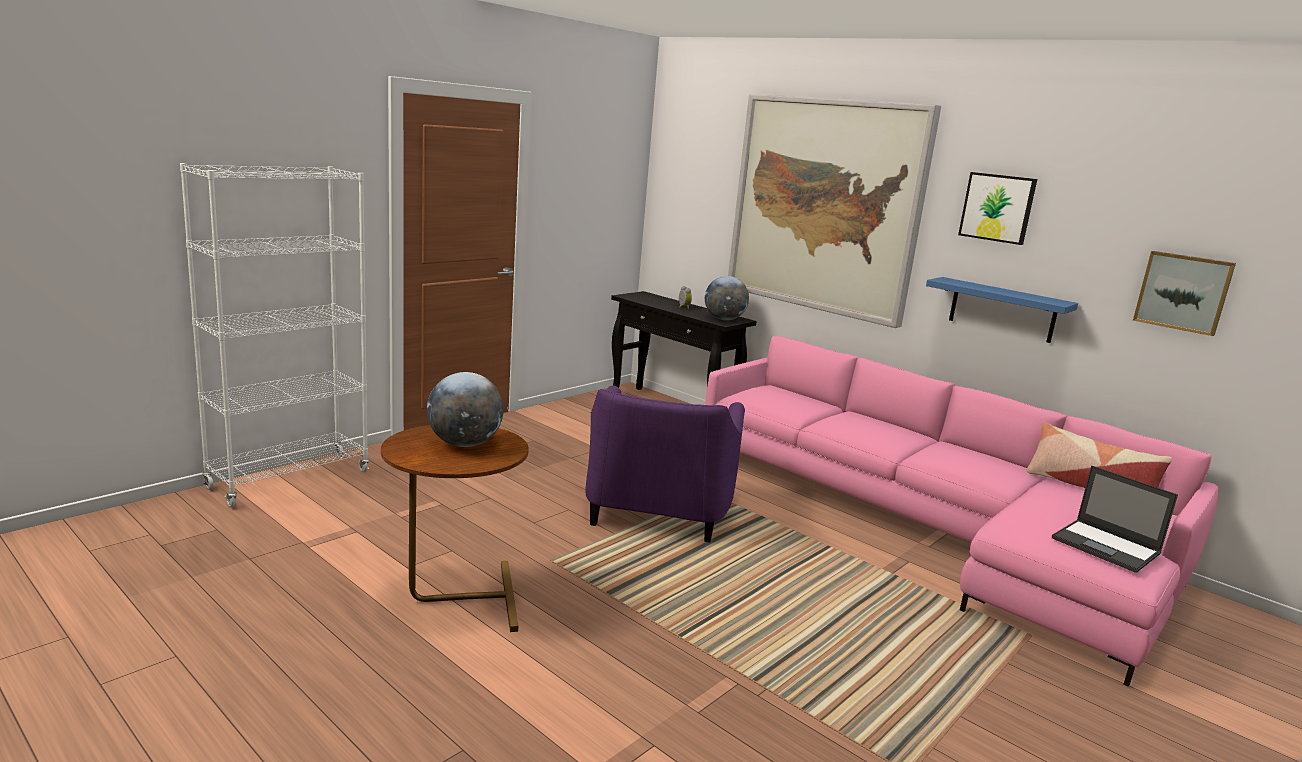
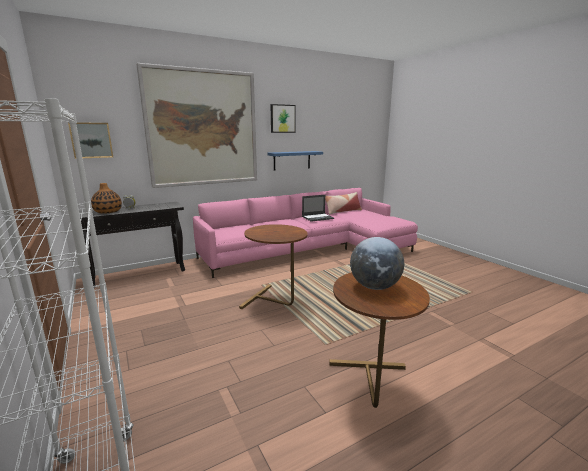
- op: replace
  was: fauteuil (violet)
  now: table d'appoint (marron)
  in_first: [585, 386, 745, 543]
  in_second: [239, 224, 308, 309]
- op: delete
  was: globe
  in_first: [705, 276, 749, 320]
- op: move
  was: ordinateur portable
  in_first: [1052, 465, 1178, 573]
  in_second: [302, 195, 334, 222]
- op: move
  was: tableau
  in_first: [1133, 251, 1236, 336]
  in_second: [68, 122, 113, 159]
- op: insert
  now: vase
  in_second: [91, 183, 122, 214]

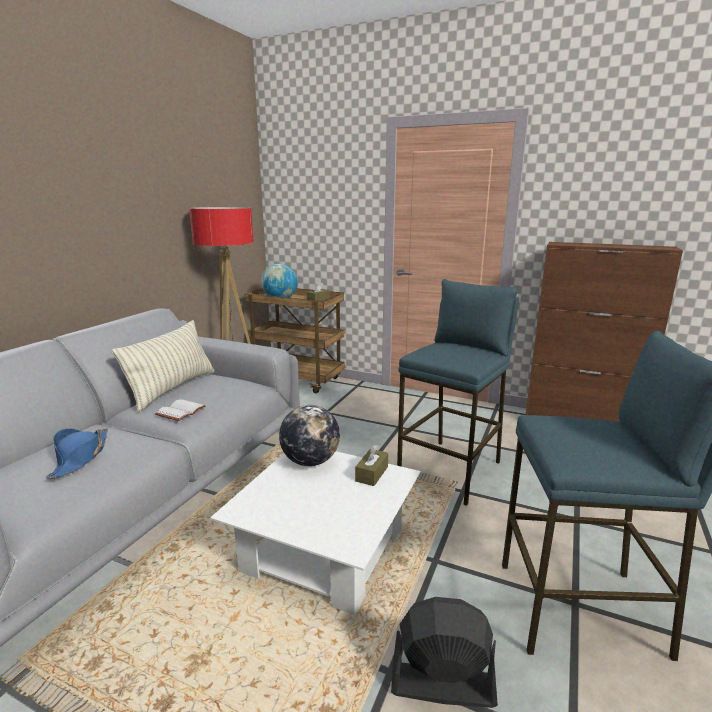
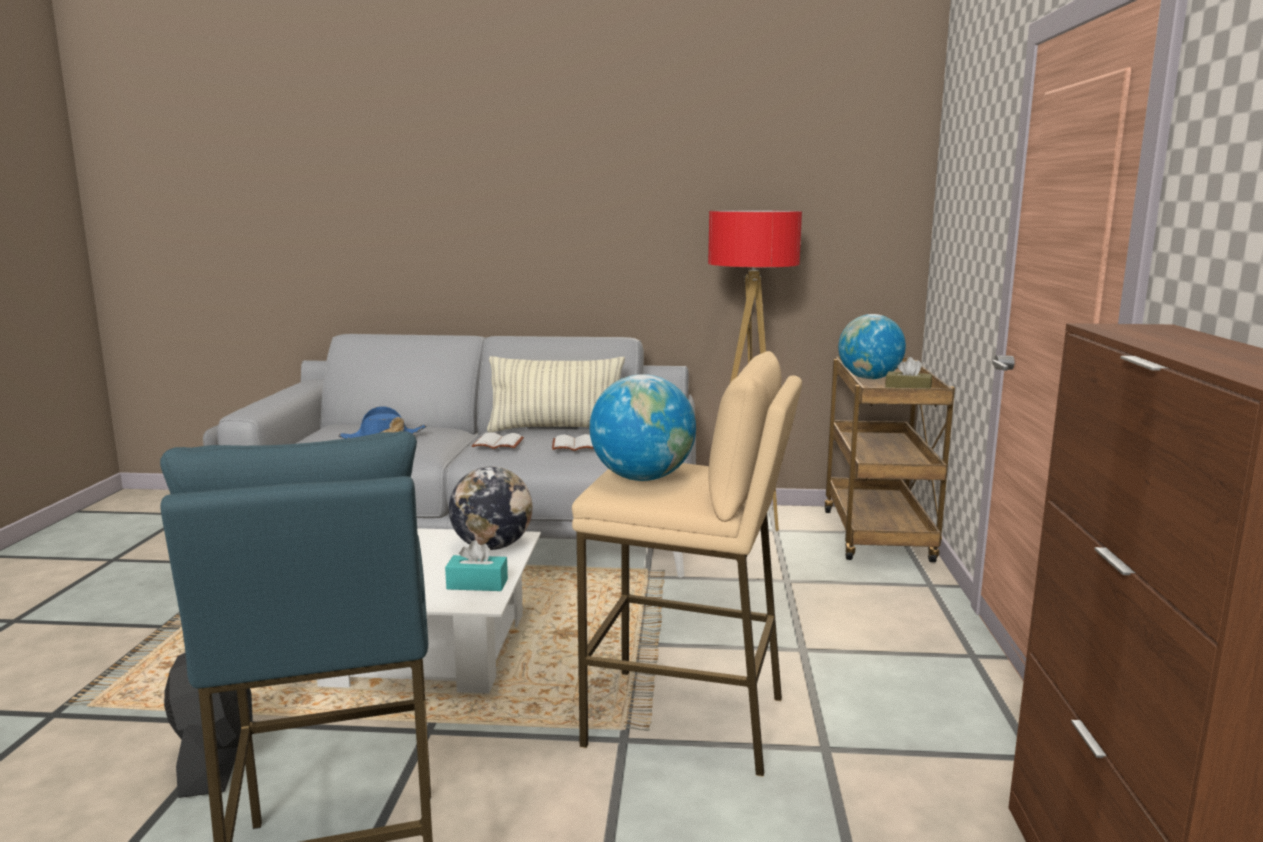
- op: recolor
  was: boîte à mouchoirs (marron)
  now: boîte à mouchoirs (turquoise)
  in_first: [355, 444, 388, 486]
  in_second: [445, 540, 508, 591]
- op: recolor
  was: tabouret (bleu)
  now: tabouret (beige)
  in_first: [397, 279, 519, 506]
  in_second: [572, 351, 802, 777]
- op: insert
  now: livre (blanc)
  in_second: [552, 434, 594, 451]
- op: insert
  now: globe
  in_second: [590, 374, 696, 481]

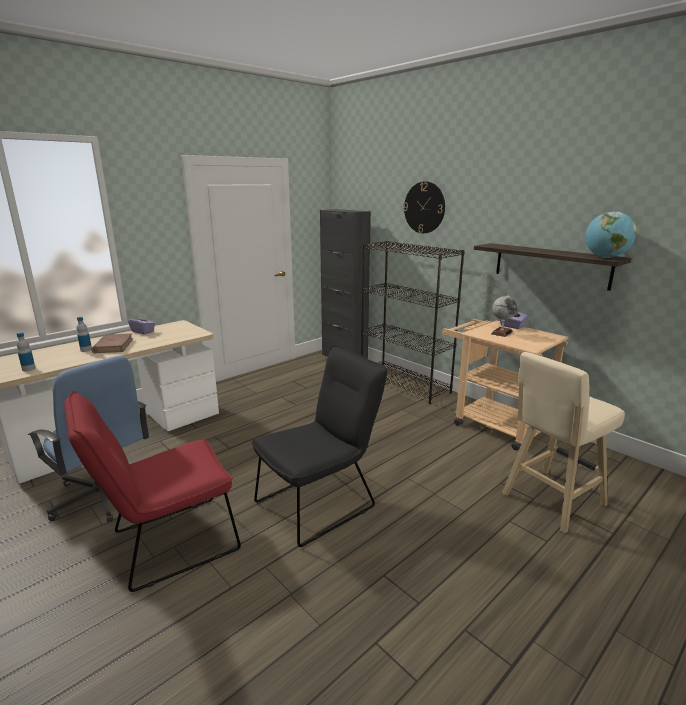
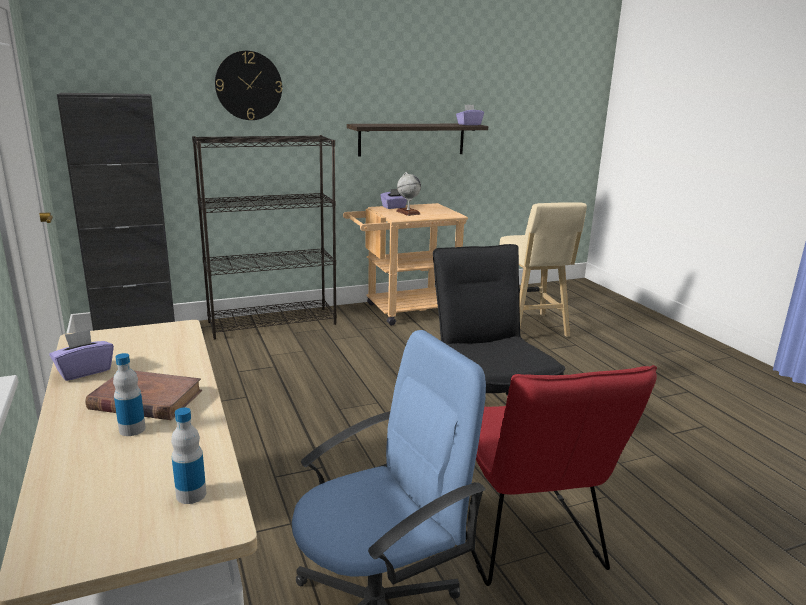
- op: replace
  was: globe
  now: boîte à mouchoirs (violet)
  in_first: [585, 212, 637, 258]
  in_second: [456, 105, 484, 125]

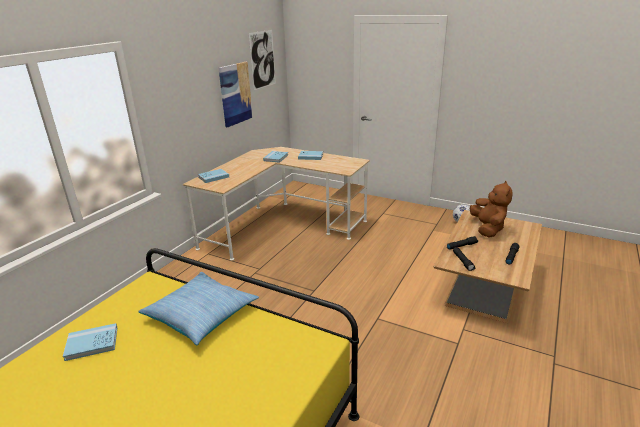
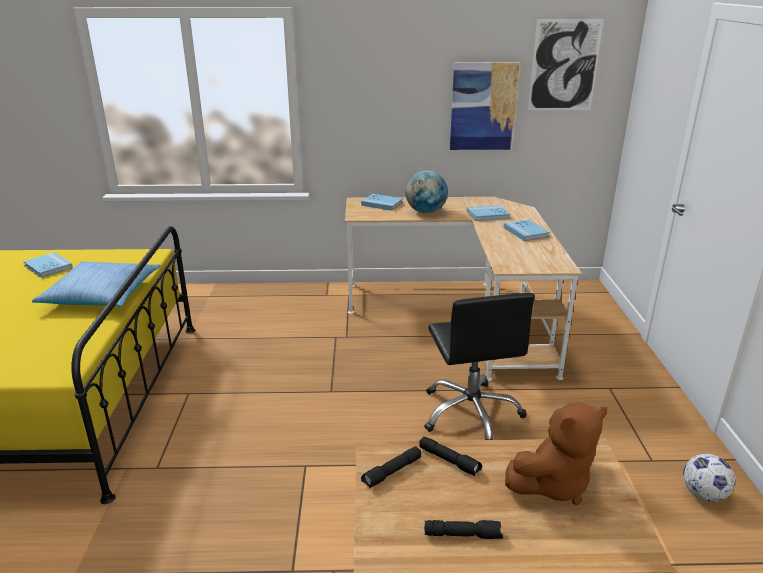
- op: insert
  now: globe
  in_second: [405, 170, 448, 213]
- op: insert
  now: chaise de bureau (noir)
  in_second: [424, 293, 535, 440]

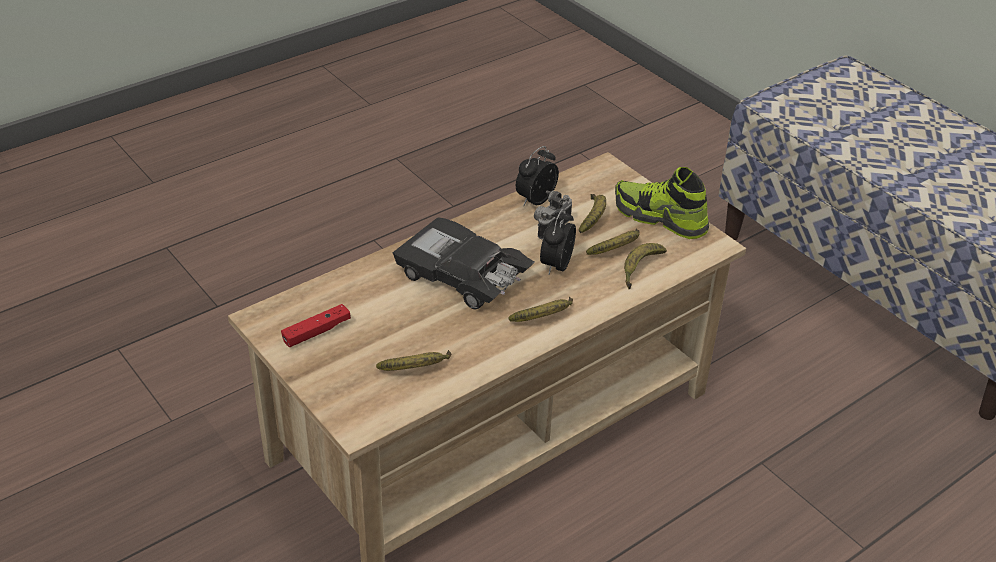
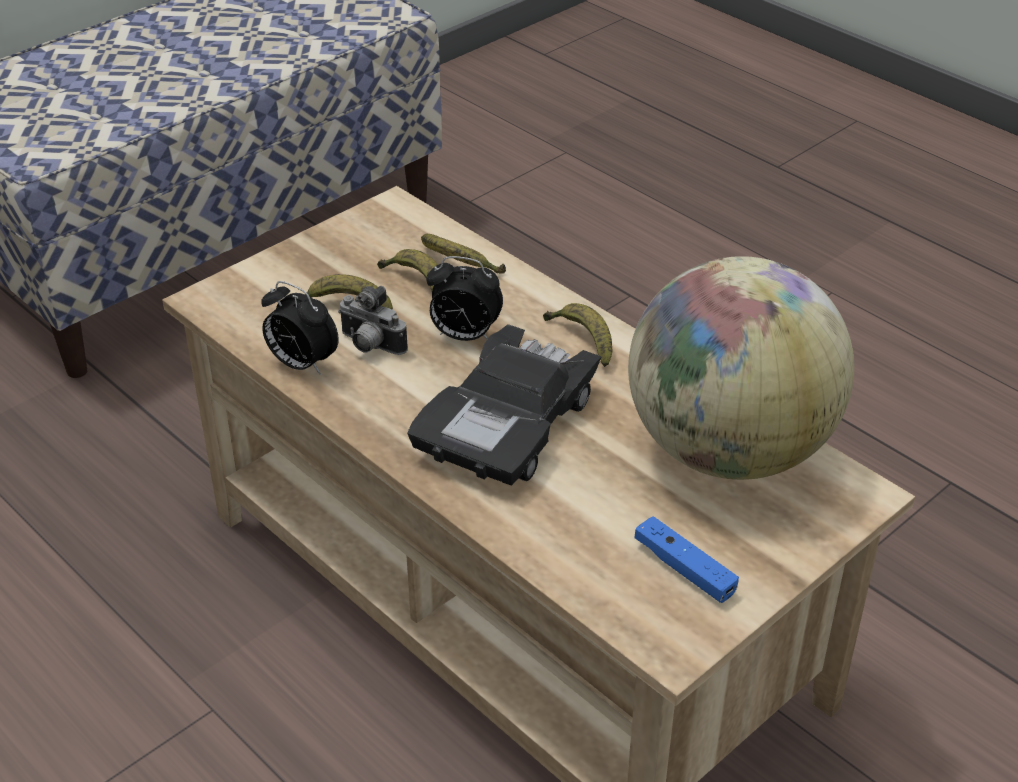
- op: recolor
  was: manette (rouge)
  now: manette (bleu)
  in_first: [281, 304, 351, 347]
  in_second: [634, 516, 739, 603]
- op: replace
  was: banane
  now: globe
  in_first: [376, 350, 452, 371]
  in_second: [628, 256, 854, 480]
- op: delete
  was: chaussure
  in_first: [615, 167, 709, 239]

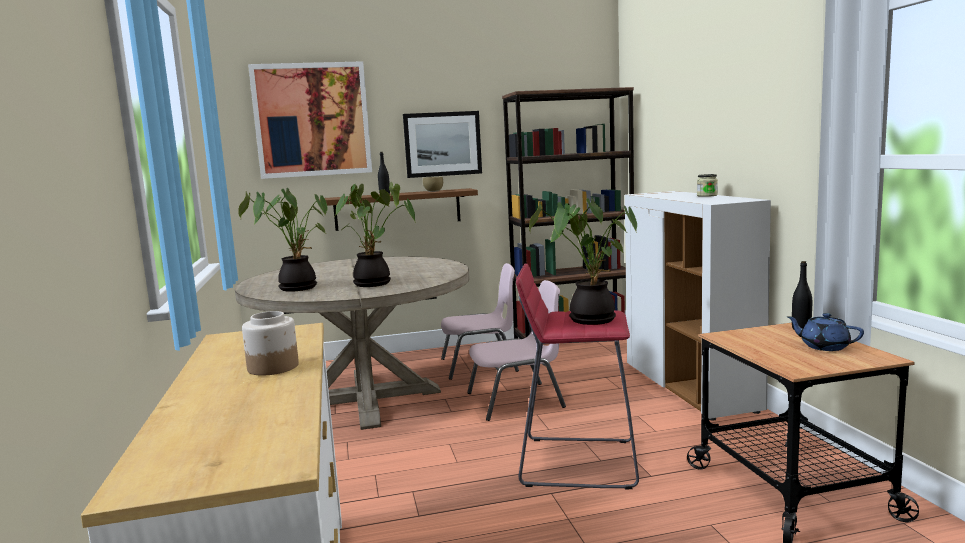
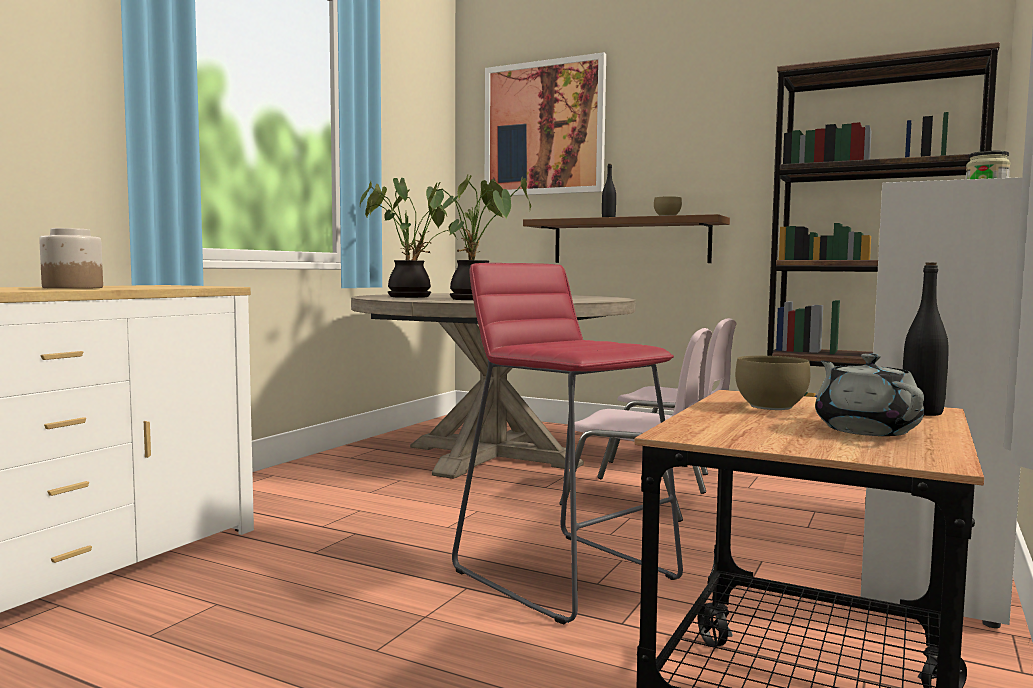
- op: delete
  was: tableau
  in_first: [403, 111, 482, 178]
- op: delete
  was: plante en pot
  in_first: [529, 197, 637, 325]
- op: recolor
  was: théière (bleu)
  now: théière (gris)
  in_first: [786, 313, 864, 351]
  in_second: [815, 353, 924, 436]
- op: insert
  now: bol (marron)
  in_second: [735, 356, 810, 410]

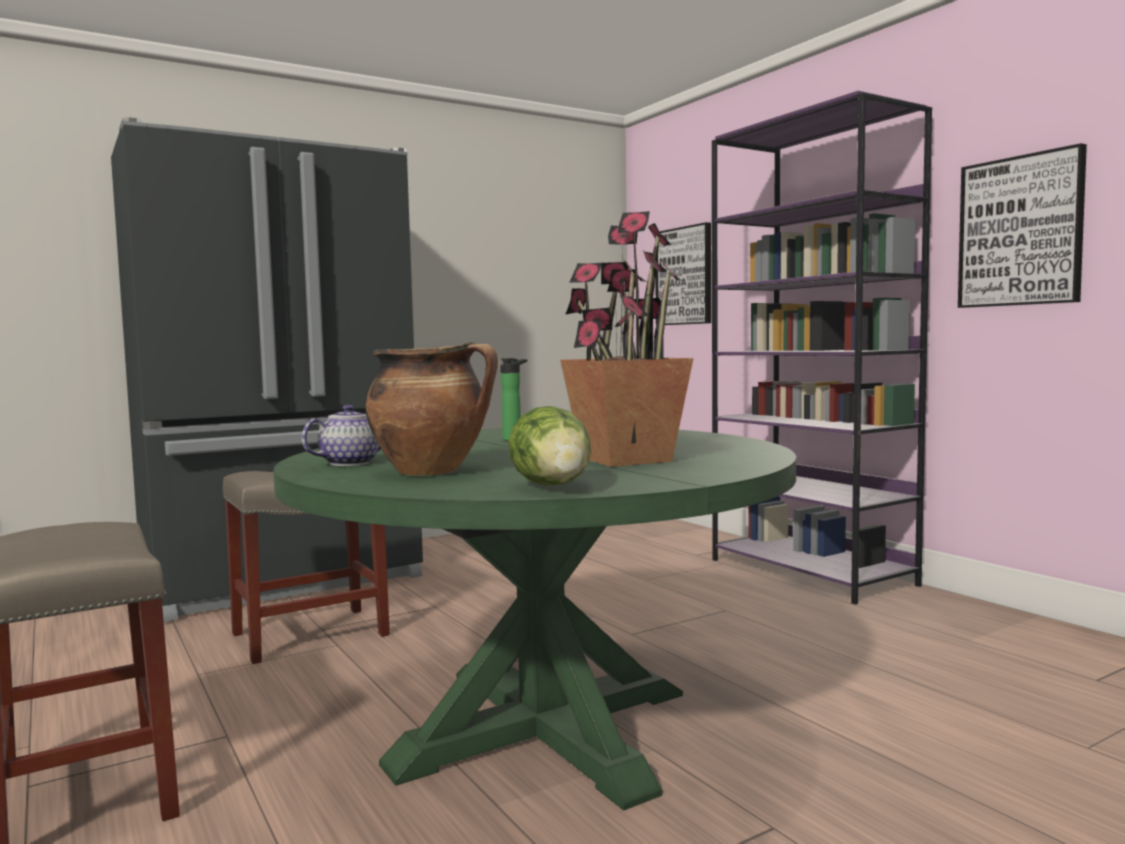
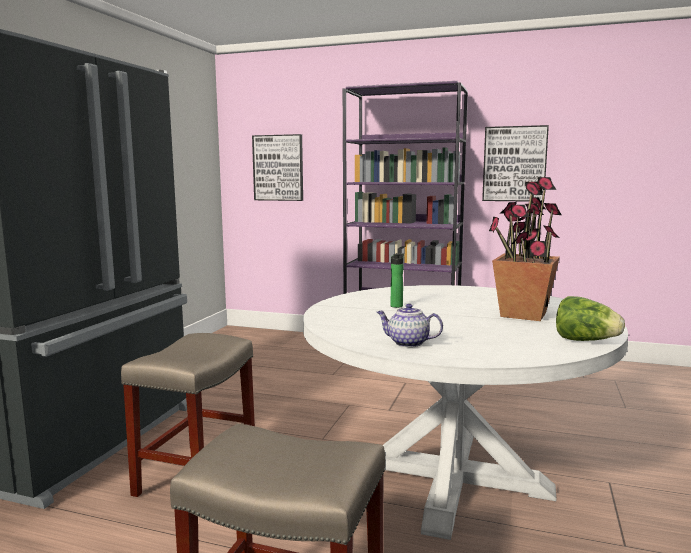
- op: recolor
  was: table à manger (vert)
  now: table à manger (blanc)
  in_first: [273, 428, 796, 811]
  in_second: [303, 285, 628, 540]
- op: rotate
  was: théière
  in_first: [302, 405, 381, 466]
  in_second: [377, 304, 443, 347]
  clockwise: -75
- op: delete
  was: marmite
  in_first: [366, 342, 498, 476]

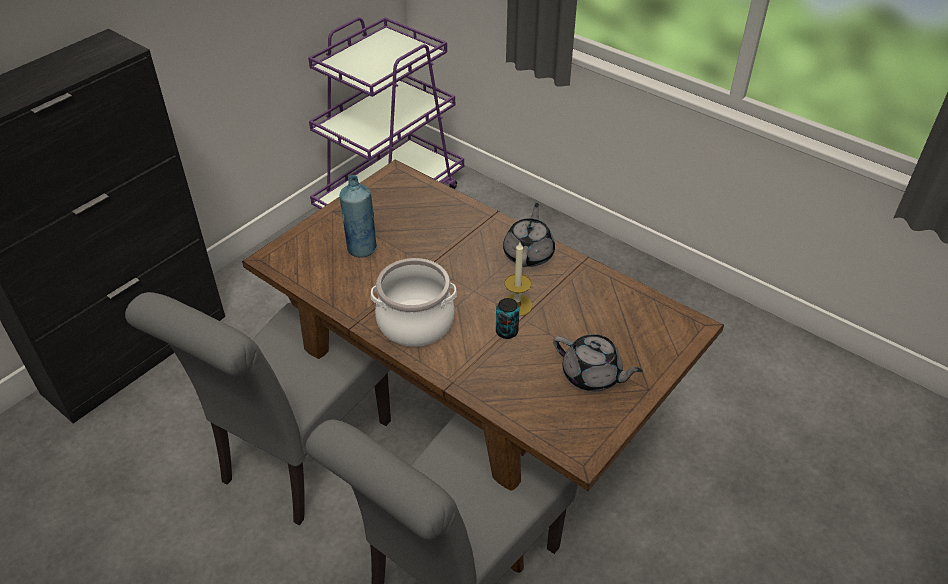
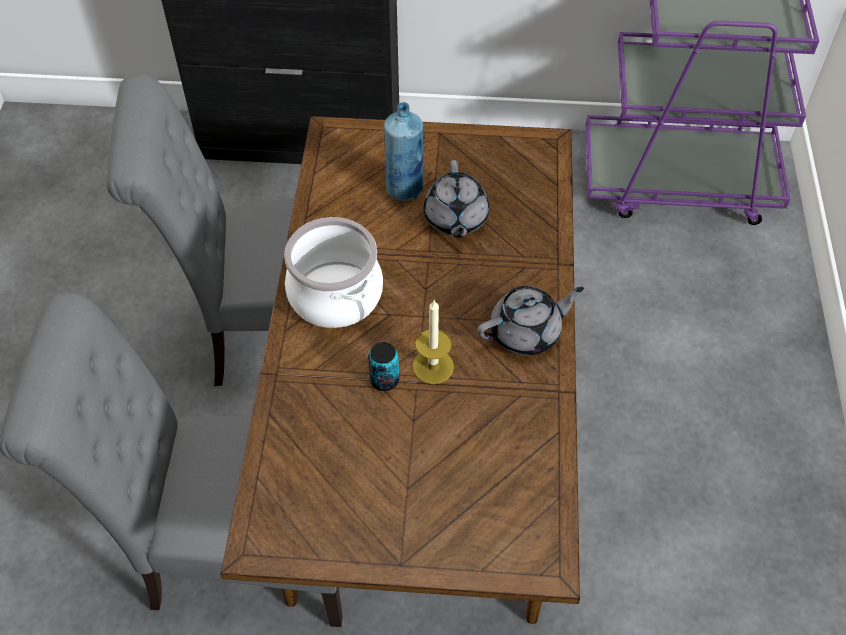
- op: move
  was: théière (gris)
  in_first: [553, 334, 643, 391]
  in_second: [424, 160, 489, 238]

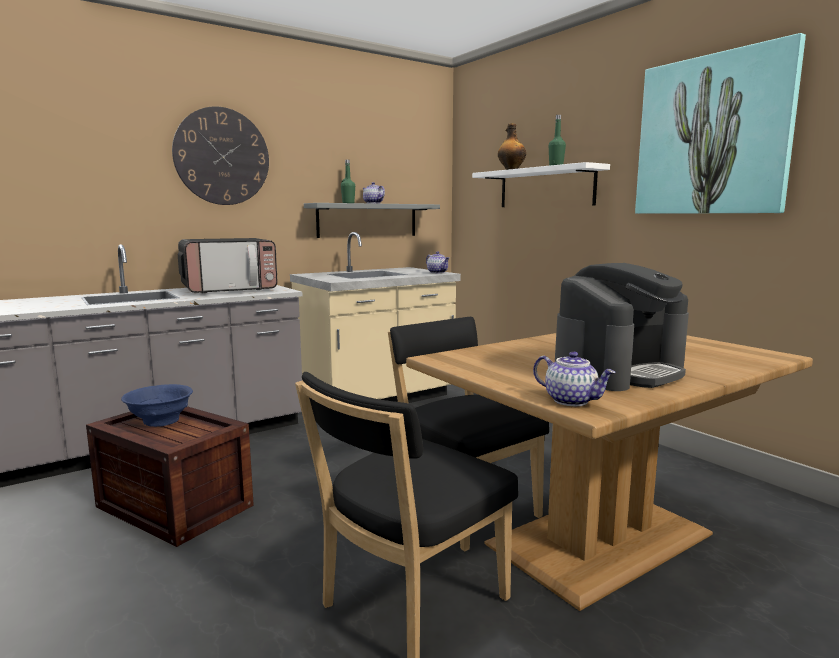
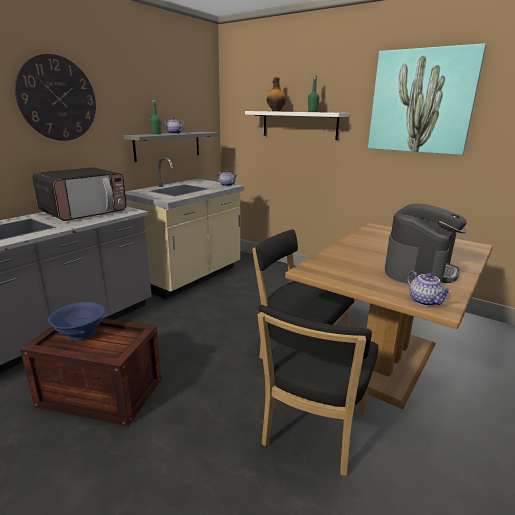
- op: rotate
  was: théière
  in_first: [533, 351, 616, 406]
  in_second: [407, 271, 451, 306]
  clockwise: 45

